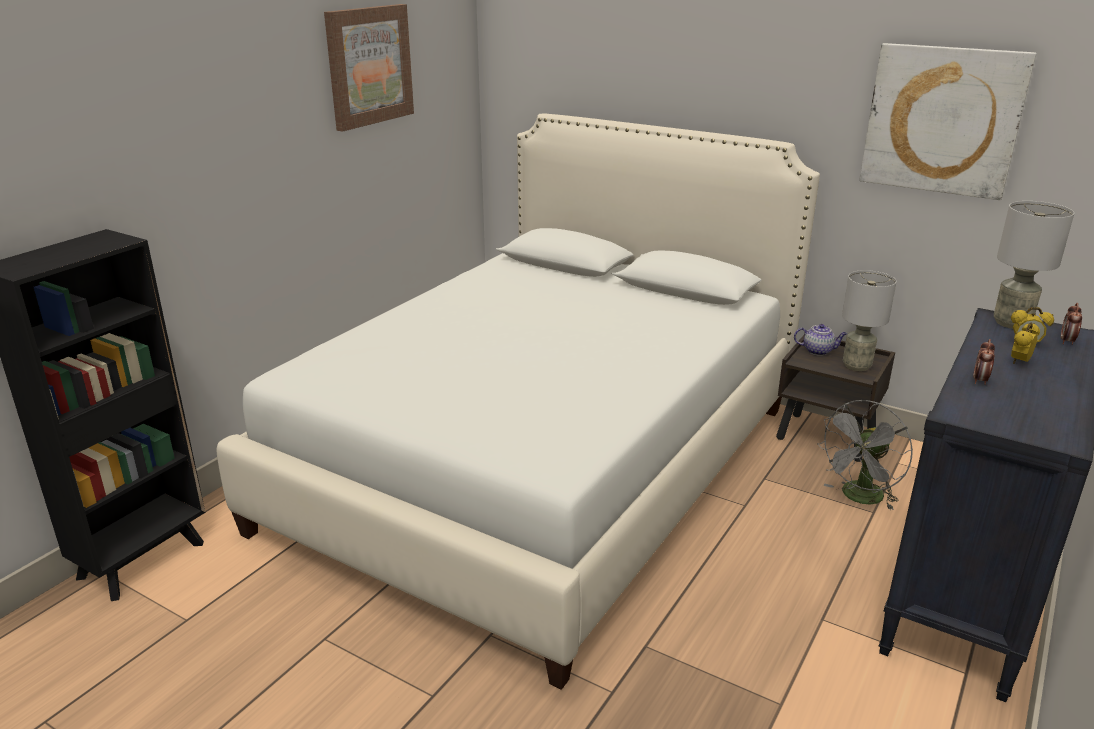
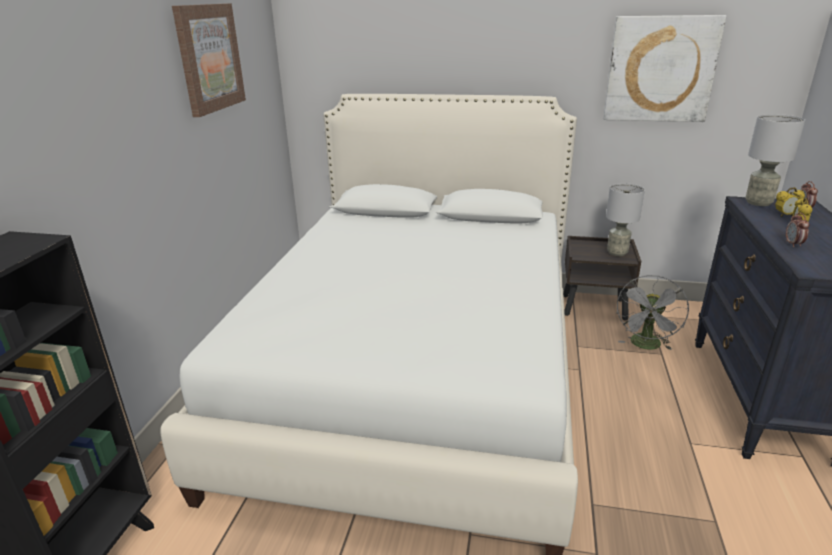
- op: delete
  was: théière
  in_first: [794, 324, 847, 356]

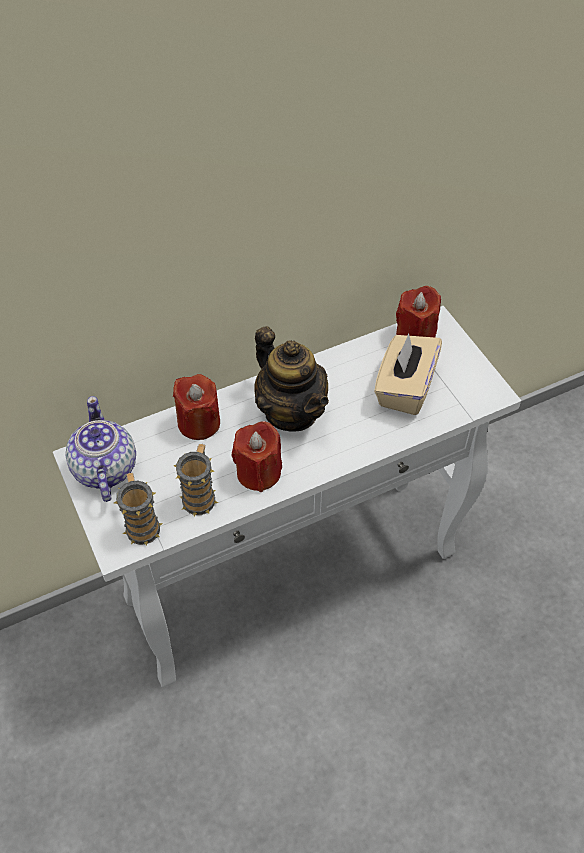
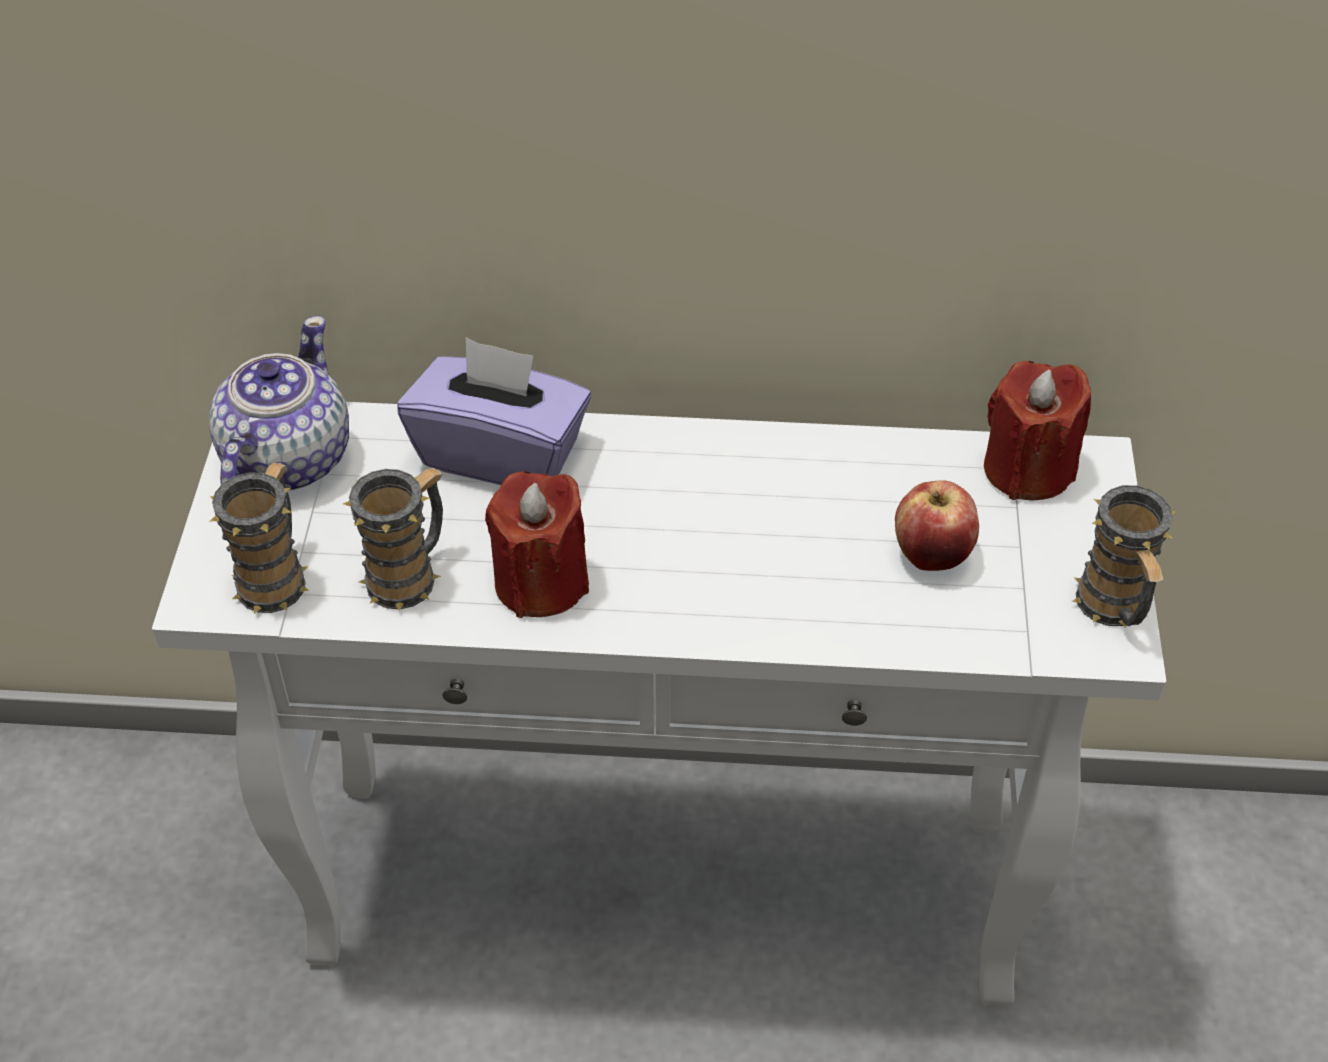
- op: replace
  was: bougie (rouge)
  now: boîte à mouchoirs (violet)
  in_first: [173, 374, 220, 440]
  in_second: [397, 337, 591, 485]
- op: delete
  was: théière
  in_first: [254, 326, 329, 431]
- op: replace
  was: boîte à mouchoirs (beige)
  now: pomme
  in_first: [374, 334, 442, 415]
  in_second: [895, 480, 979, 571]
- op: insert
  now: mug
  in_second: [1072, 485, 1175, 628]

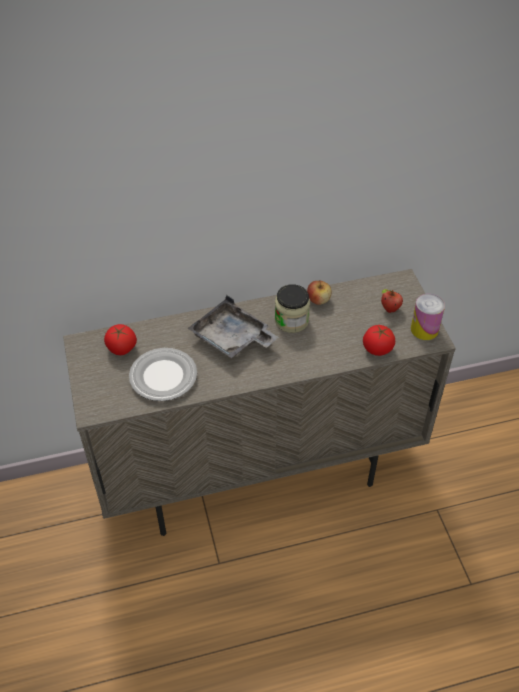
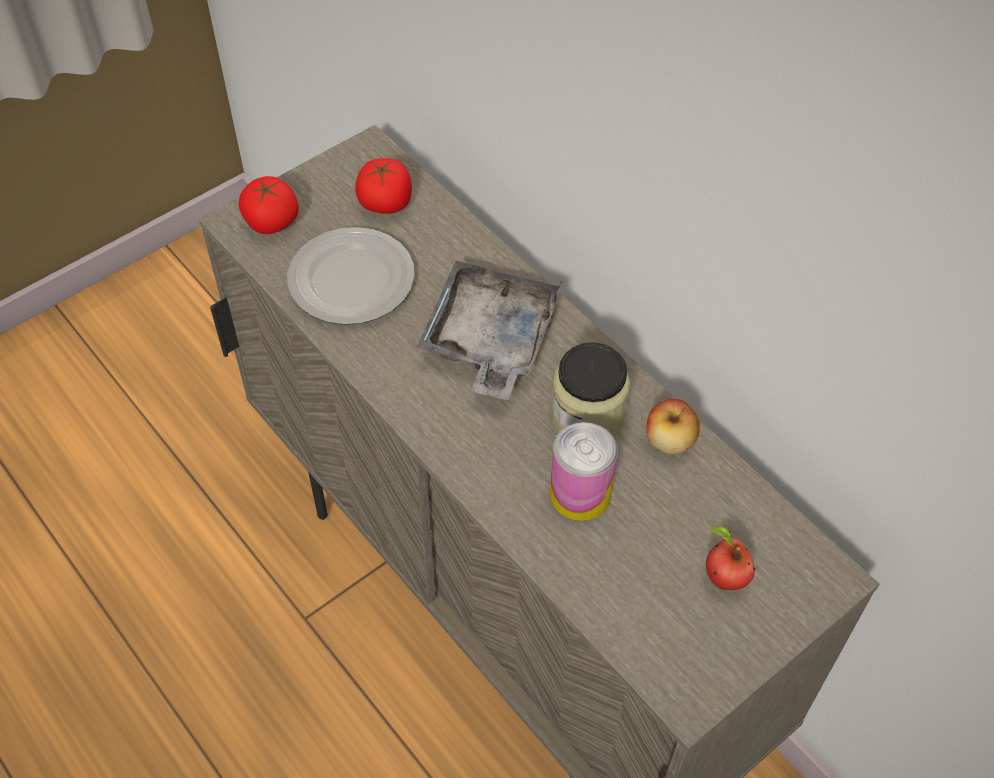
- op: move
  was: tomate
  in_first: [363, 325, 395, 356]
  in_second: [239, 176, 299, 234]
- op: move
  was: boîte métallique
  in_first: [411, 294, 445, 340]
  in_second: [549, 422, 618, 521]

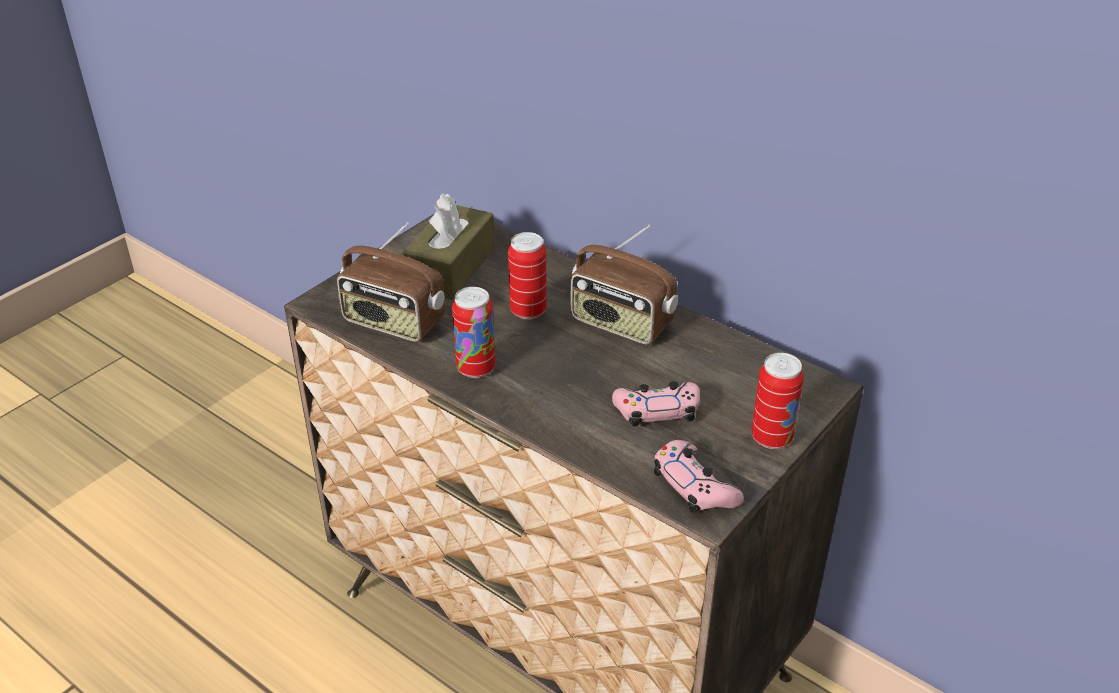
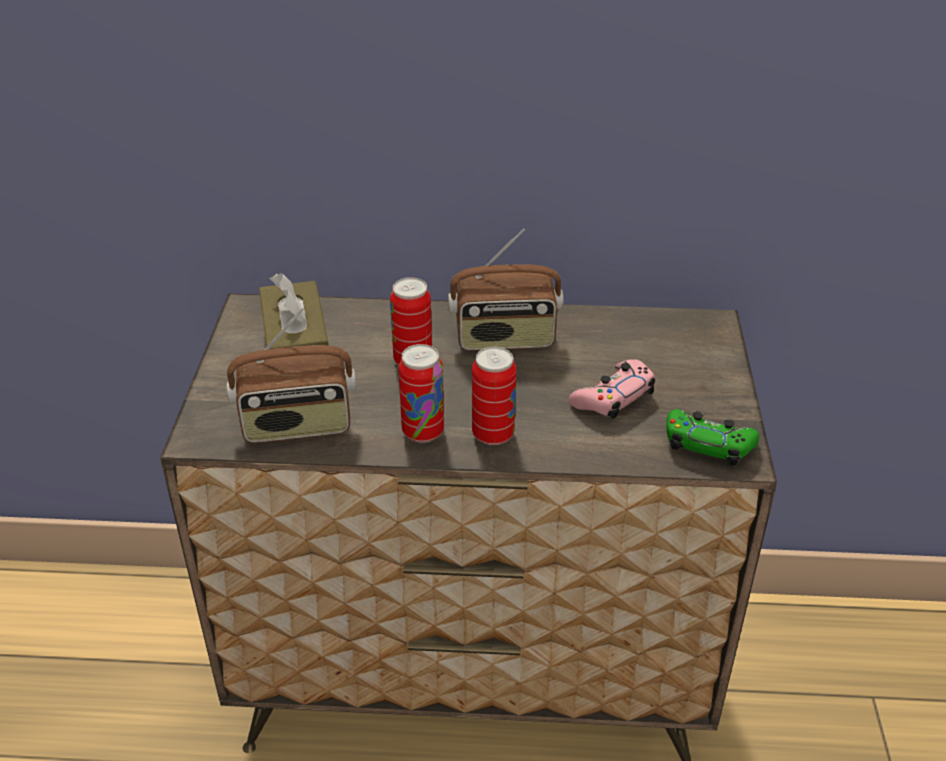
- op: recolor
  was: manette (rose)
  now: manette (vert)
  in_first: [654, 440, 744, 514]
  in_second: [666, 409, 759, 466]
- op: move
  was: boîte métallique
  in_first: [751, 353, 804, 449]
  in_second: [472, 347, 516, 445]

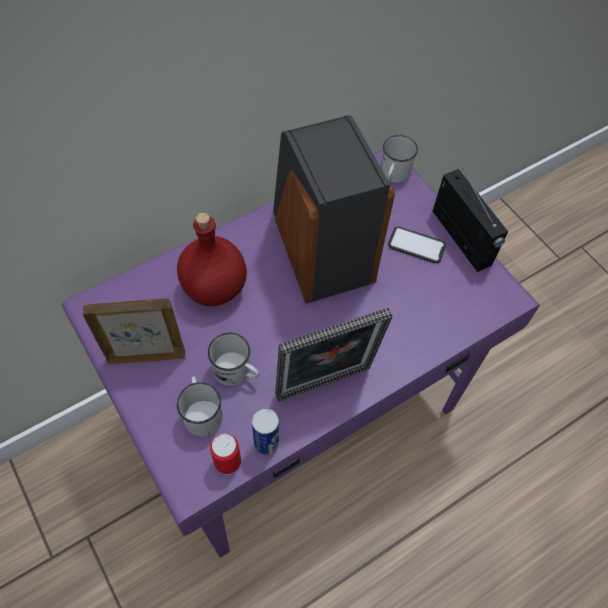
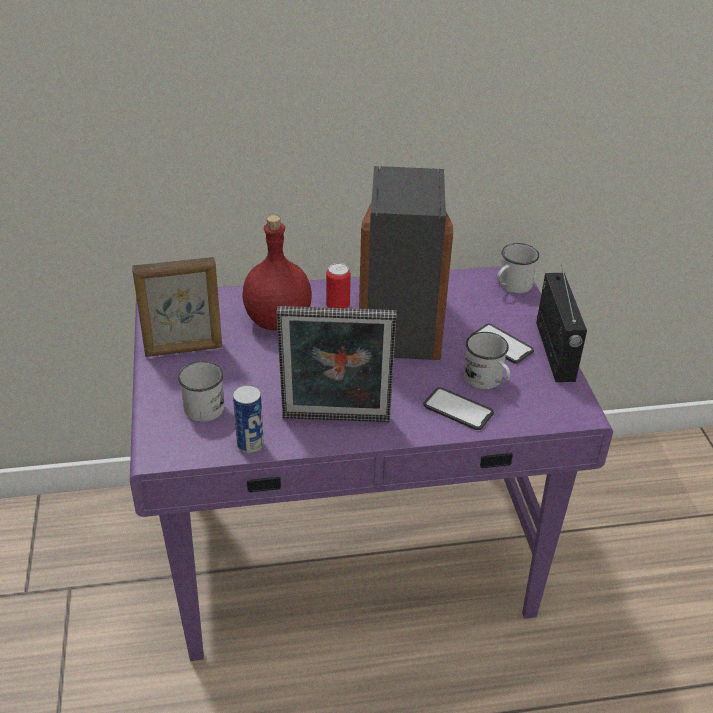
- op: rotate
  was: cadre photo
  in_first: [83, 298, 185, 365]
  in_second: [132, 257, 222, 357]
  clockwise: 150
- op: move
  was: mug (blanc)
  in_first: [208, 333, 260, 386]
  in_second: [464, 332, 511, 389]
- op: move
  was: boîte métallique
  in_first: [210, 433, 241, 475]
  in_second: [326, 263, 351, 308]
- op: insert
  now: téléphone
  in_second: [423, 387, 494, 430]

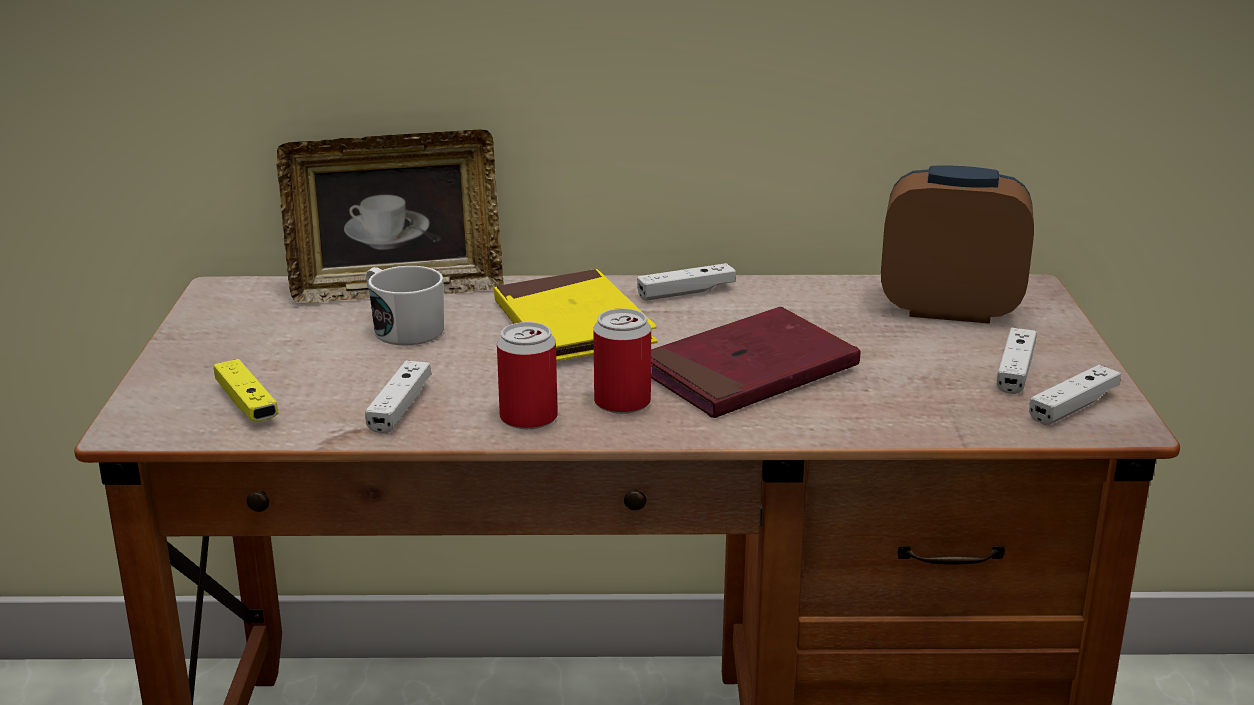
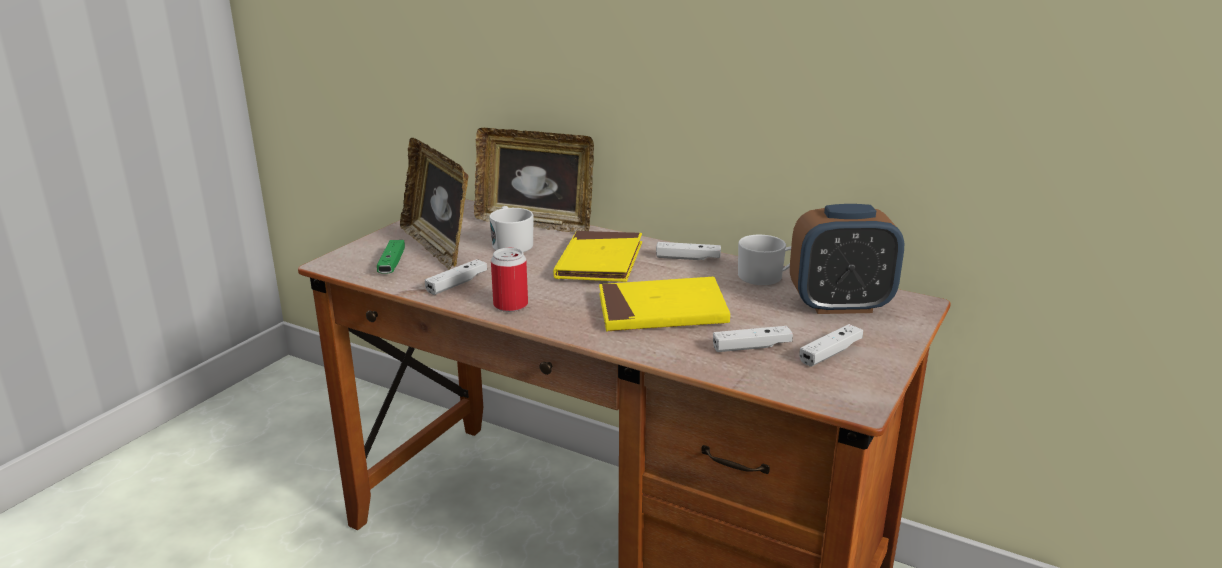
- op: recolor
  was: manette (jaune)
  now: manette (vert)
  in_first: [214, 359, 279, 422]
  in_second: [377, 240, 405, 273]
- op: delete
  was: boîte métallique
  in_first: [593, 308, 651, 414]
- op: recolor
  was: livre (rouge)
  now: livre (jaune)
  in_first: [651, 307, 860, 418]
  in_second: [599, 277, 730, 331]
- op: rotate
  was: réveil
  in_first: [881, 165, 1034, 324]
  in_second: [790, 204, 904, 314]
  clockwise: 135
- op: move
  was: manette (blanc)
  in_first: [1029, 365, 1121, 425]
  in_second: [713, 326, 793, 352]
- op: insert
  now: cadre photo
  in_second: [400, 138, 469, 270]
- op: insert
  now: mug (blanc)
  in_second: [738, 235, 791, 285]

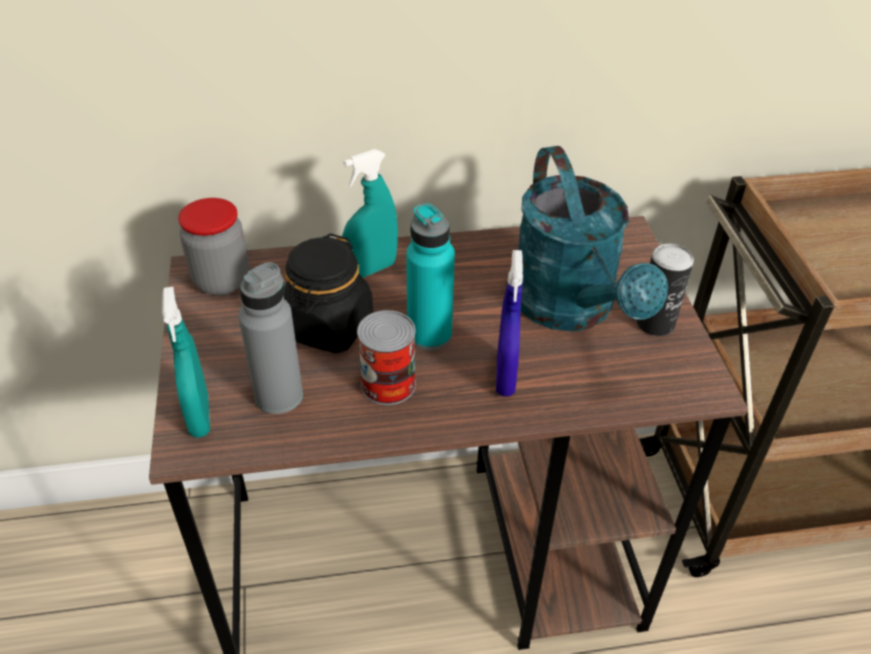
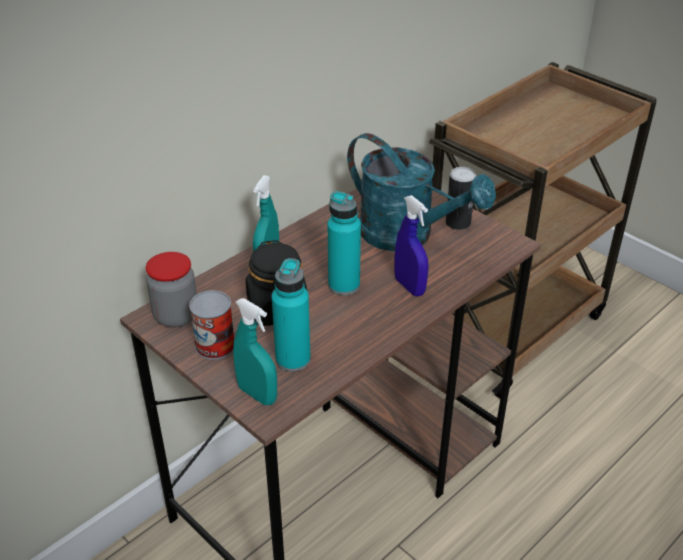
- op: recolor
  was: bouteille (gris)
  now: bouteille (turquoise)
  in_first: [238, 262, 303, 414]
  in_second: [272, 258, 311, 372]
- op: move
  was: boîte métallique
  in_first: [357, 310, 416, 405]
  in_second: [189, 290, 234, 360]

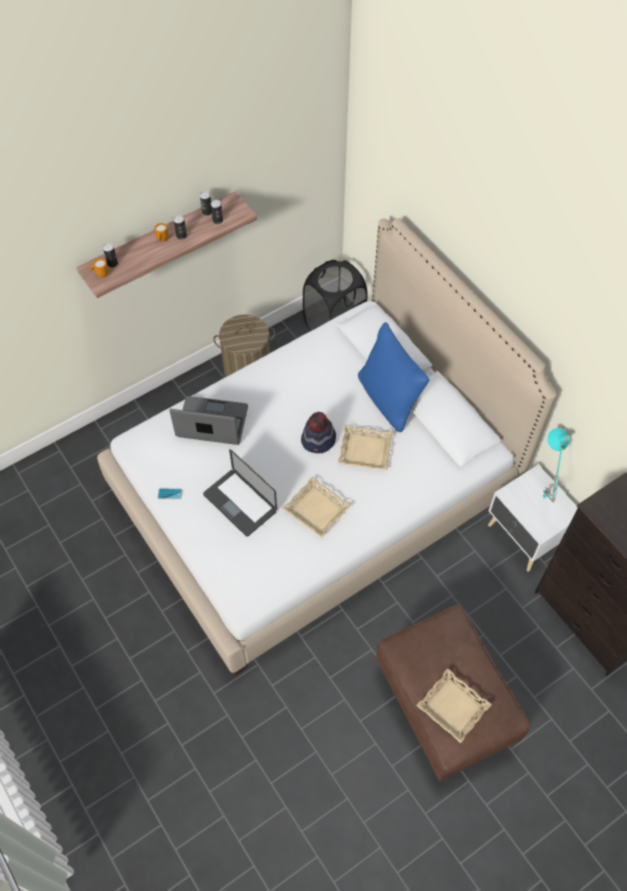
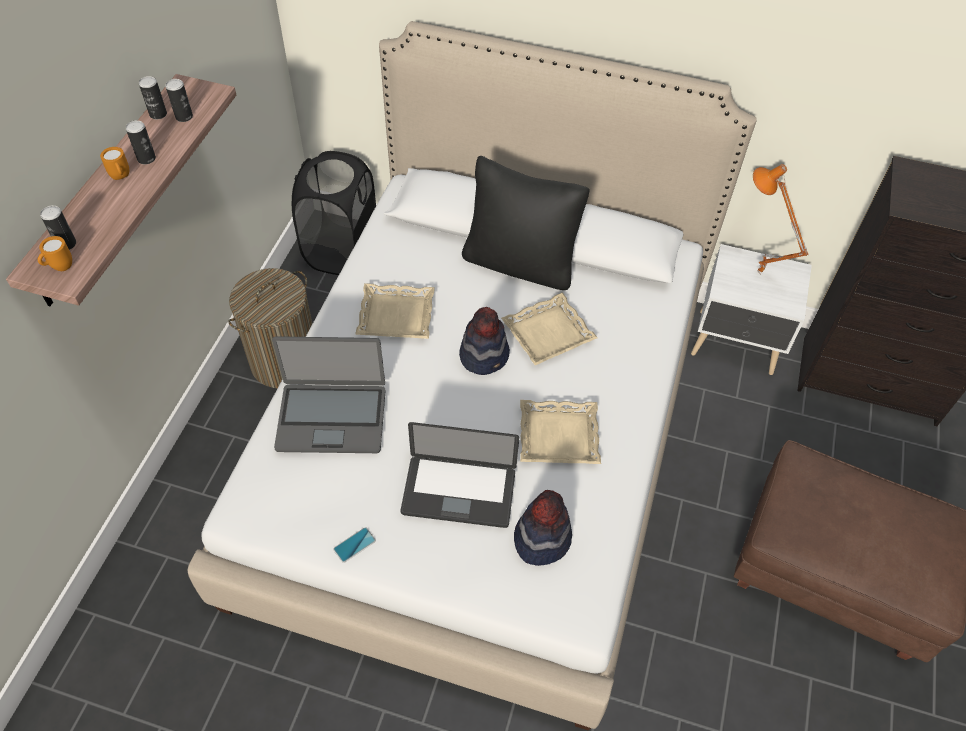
- op: rotate
  was: ordinateur portable
  in_first: [169, 396, 248, 445]
  in_second: [272, 336, 385, 453]
  clockwise: -150
- op: recolor
  was: coussin (bleu)
  now: coussin (noir)
  in_first: [358, 322, 429, 432]
  in_second: [462, 156, 590, 290]
- op: move
  was: plateau (beige)
  in_first: [416, 668, 492, 743]
  in_second: [355, 283, 435, 339]
- op: recolor
  was: lampe de table (turquoise)
  now: lampe de table (orange)
  in_first: [543, 428, 570, 503]
  in_second: [753, 164, 809, 272]
- op: insert
  now: chapeau
  in_second: [514, 490, 572, 566]

